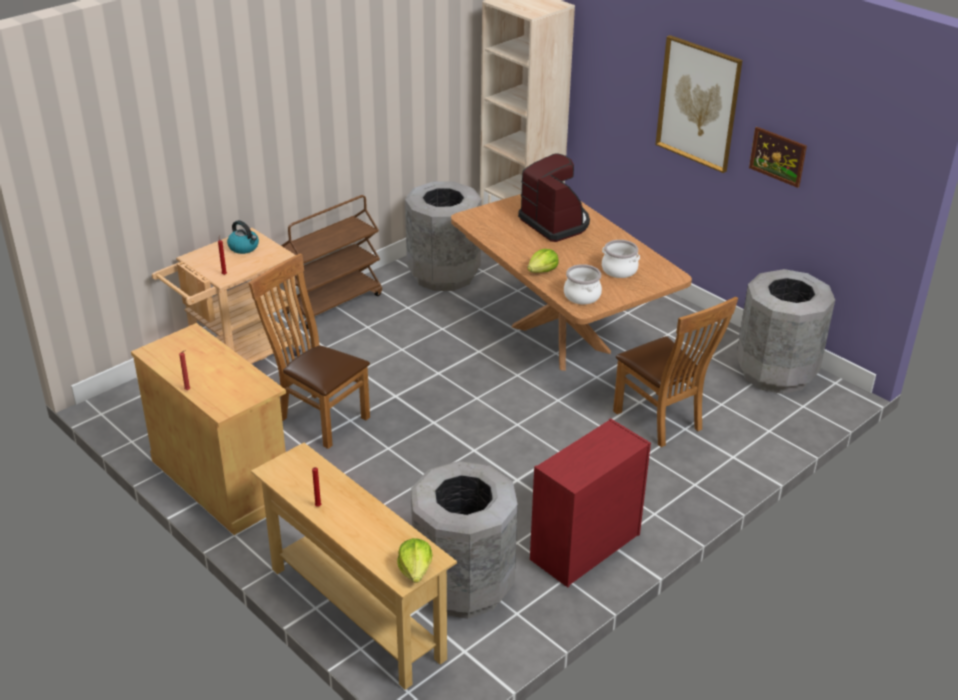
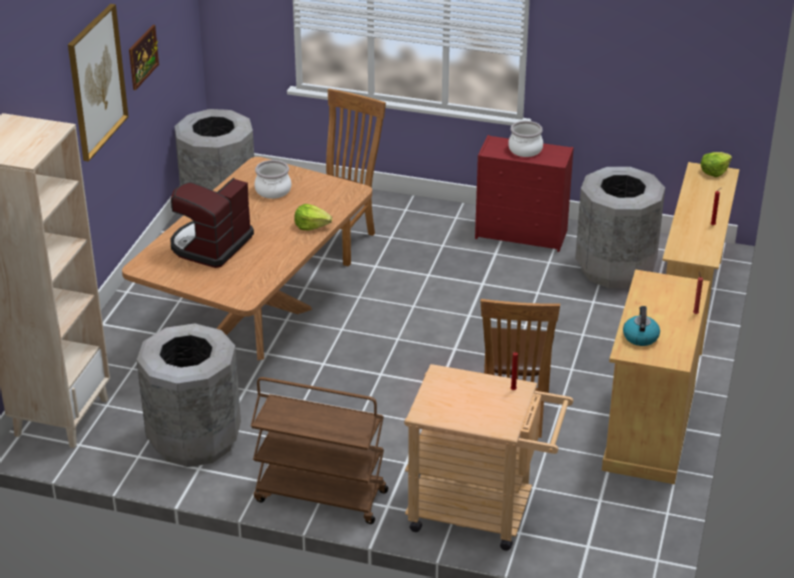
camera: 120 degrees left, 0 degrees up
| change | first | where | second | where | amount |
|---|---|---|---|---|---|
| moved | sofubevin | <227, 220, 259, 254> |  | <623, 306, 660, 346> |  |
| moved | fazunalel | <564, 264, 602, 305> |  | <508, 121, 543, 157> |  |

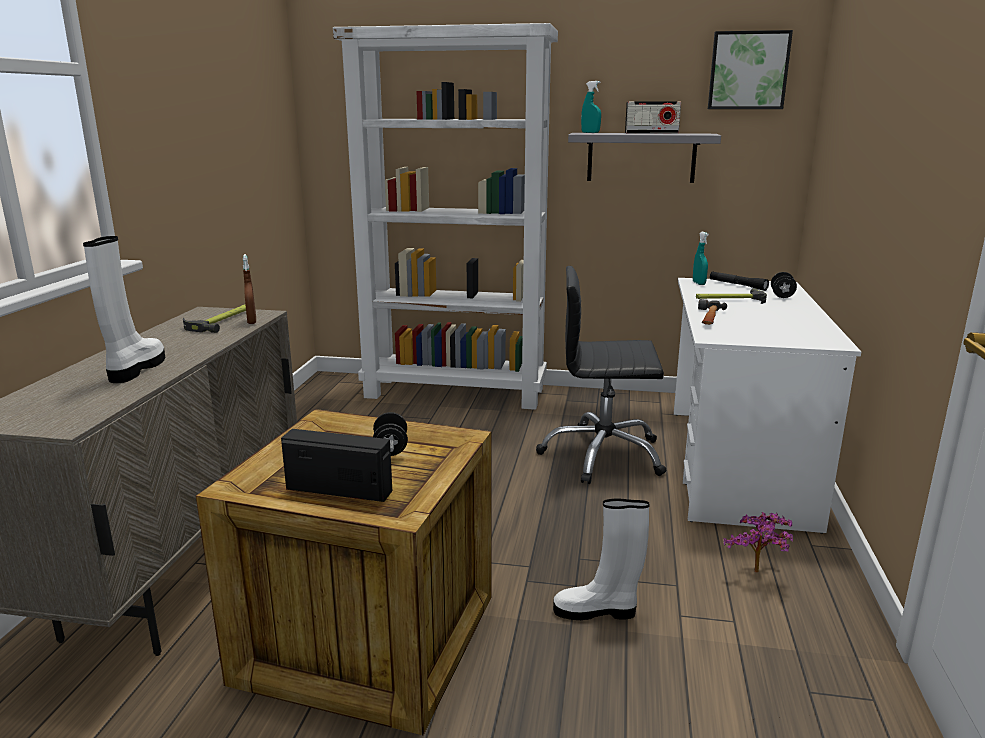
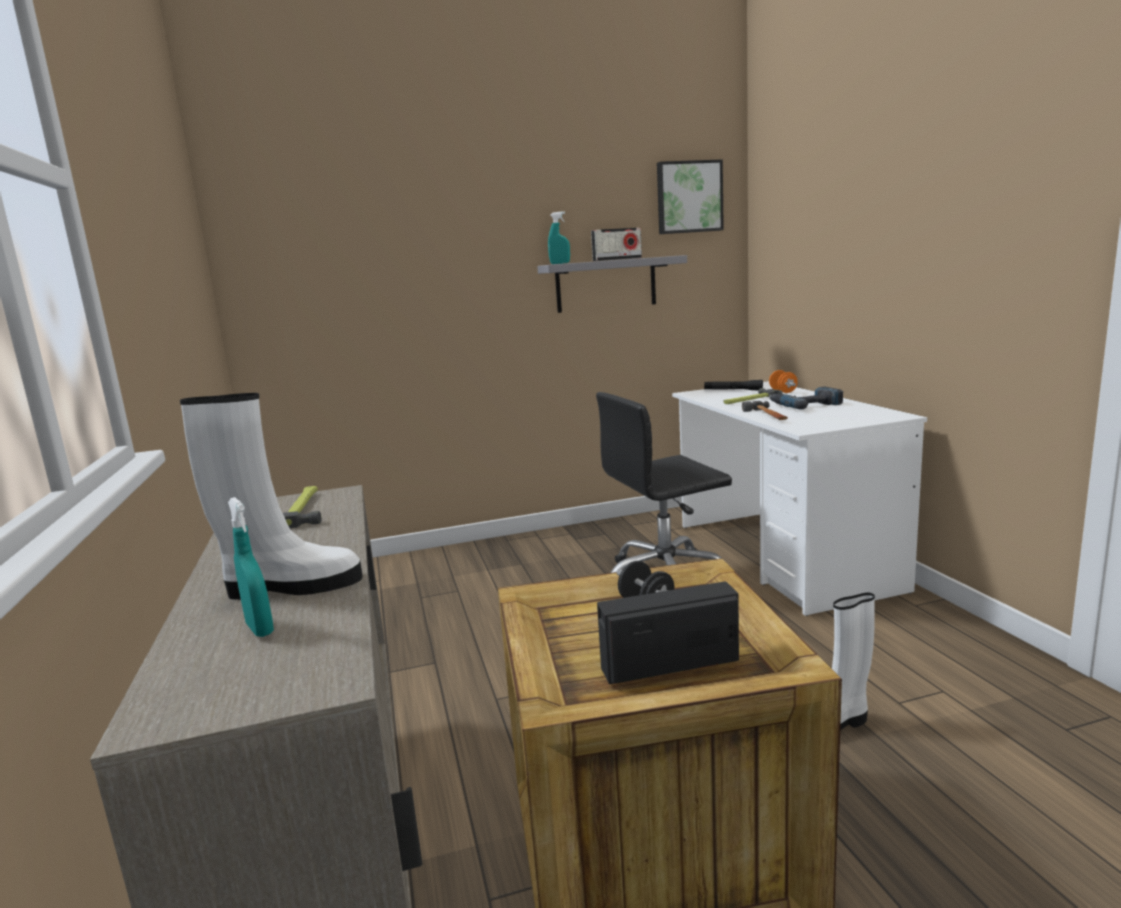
camera: 25 degrees left, 5 degrees down
| change | first | where | second | where | amount |
|---|---|---|---|---|---|
| removed | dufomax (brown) | <243, 254, 256, 324> |  |  |  |
| removed | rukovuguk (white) | <333, 23, 558, 410> |  |  |  |
| removed | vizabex | <723, 512, 793, 572> |  |  |  |
| added |  |  | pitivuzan | <769, 387, 843, 409> |  |
| moved | dufomax (turquoise) | <693, 232, 709, 285> |  | <228, 497, 274, 637> |  |
| recoloured | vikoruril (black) | <771, 272, 797, 298> | vikoruril (orange) | <769, 370, 798, 393> |  |
| turned | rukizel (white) | <83, 236, 165, 383> |  | <180, 393, 363, 600> | 105 degrees clockwise |

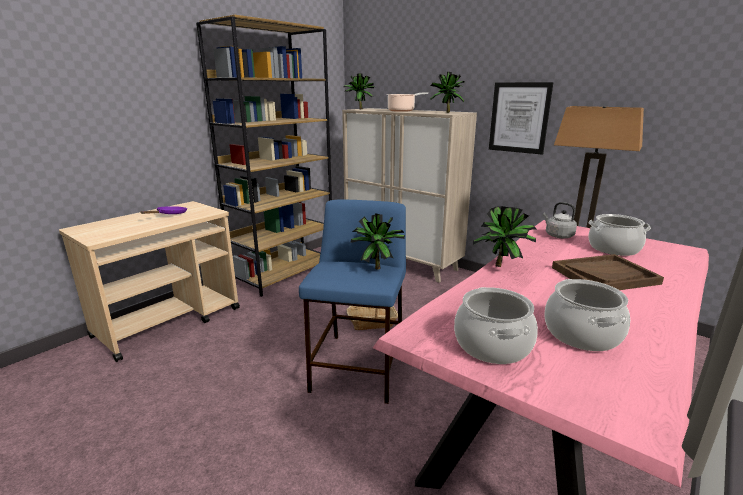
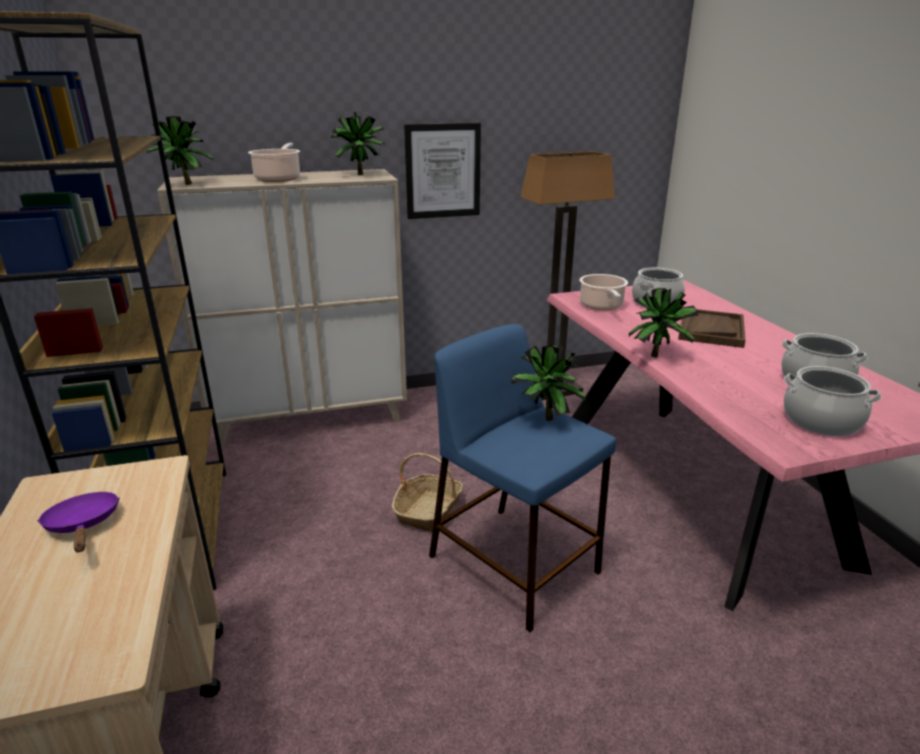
camera: 55 degrees left, 5 degrees up
| change | first | where | second | where | amount |
|---|---|---|---|---|---|
| replaced | sofubevin (grey) | <543, 202, 577, 238> | fazunalel | <579, 274, 628, 311> |  |

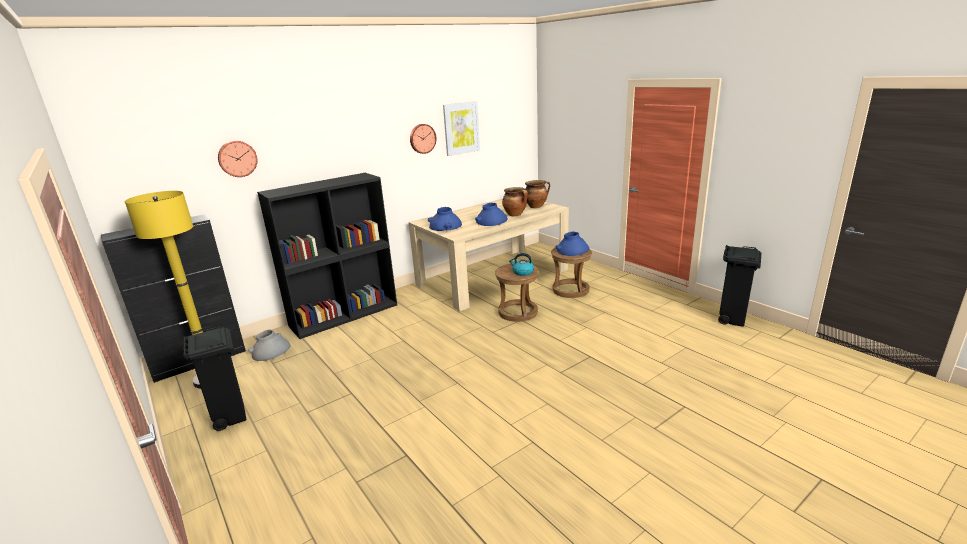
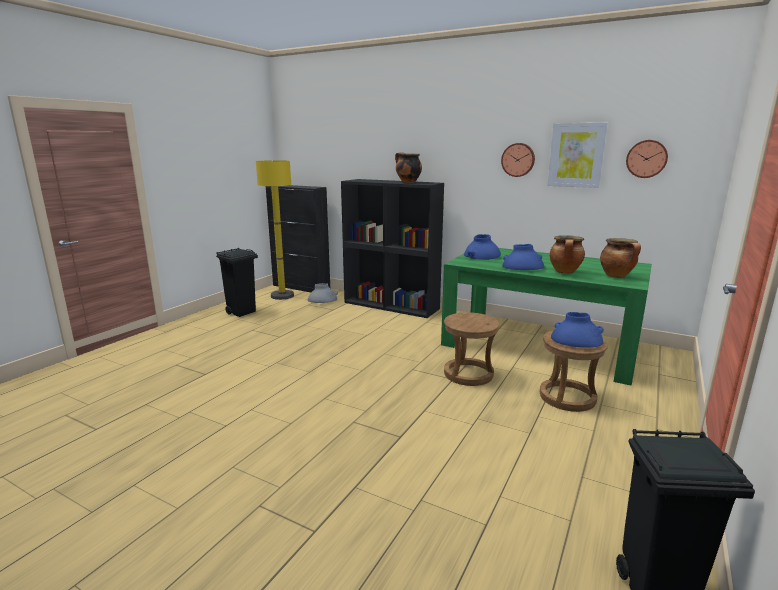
camera: 65 degrees right, 5 degrees down
| change | first | where | second | where | amount |
|---|---|---|---|---|---|
| removed | sofubevin | <509, 253, 534, 276> |  |  |  |
| added |  |  | fazunalel | <395, 152, 422, 183> |  |
| moved | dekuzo | <218, 141, 257, 177> |  | <626, 140, 668, 178> |  |
| recoloured | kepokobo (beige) | <408, 199, 569, 312> | kepokobo (green) | <441, 248, 652, 386> |  |

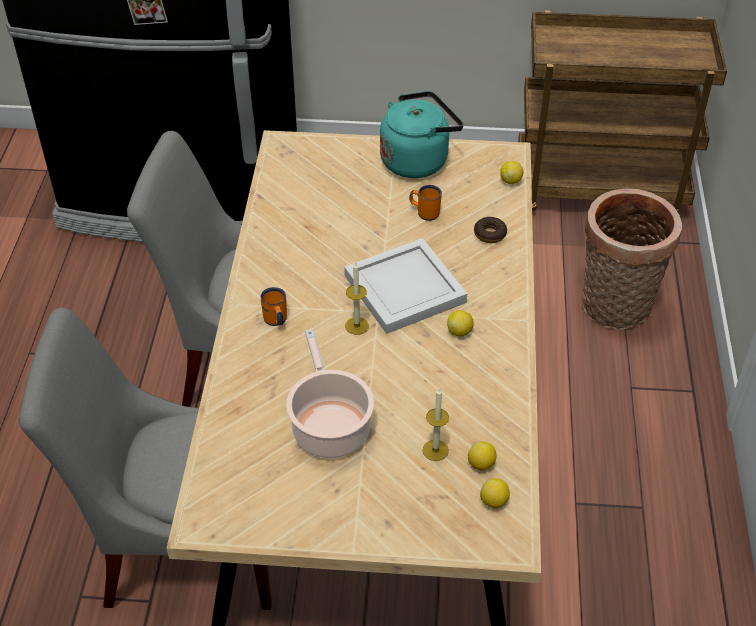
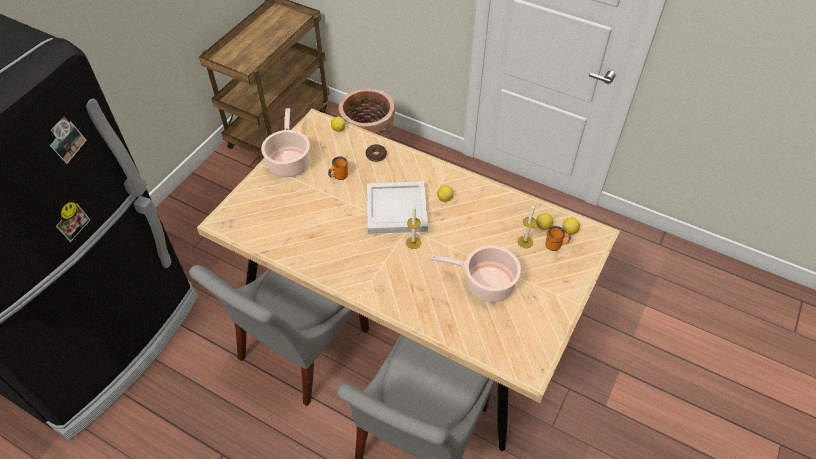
camera: 65 degrees left, 5 degrees up
| change | first | where | second | where | amount |
|---|---|---|---|---|---|
| moved | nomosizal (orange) | <260, 287, 287, 326> |  | <546, 226, 571, 251> |  |
| replaced | sofubevin (turquoise) | <380, 91, 463, 178> | fazunalel | <261, 108, 310, 177> |  |

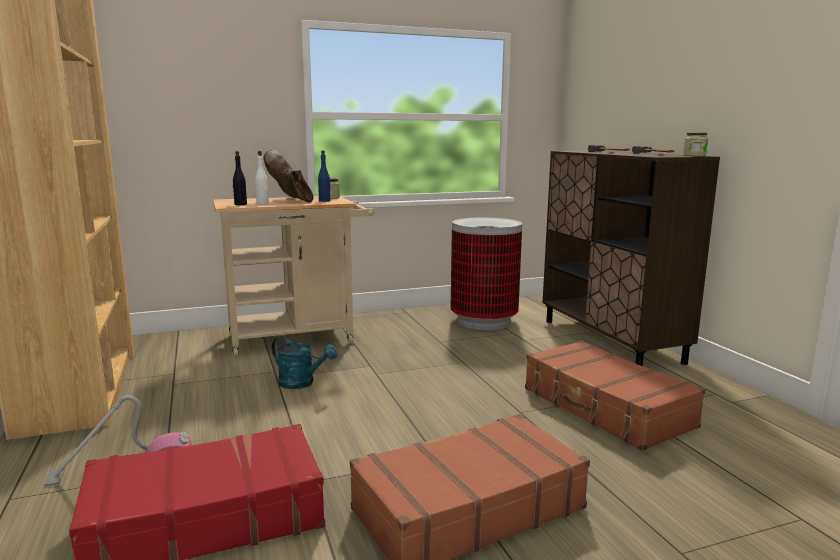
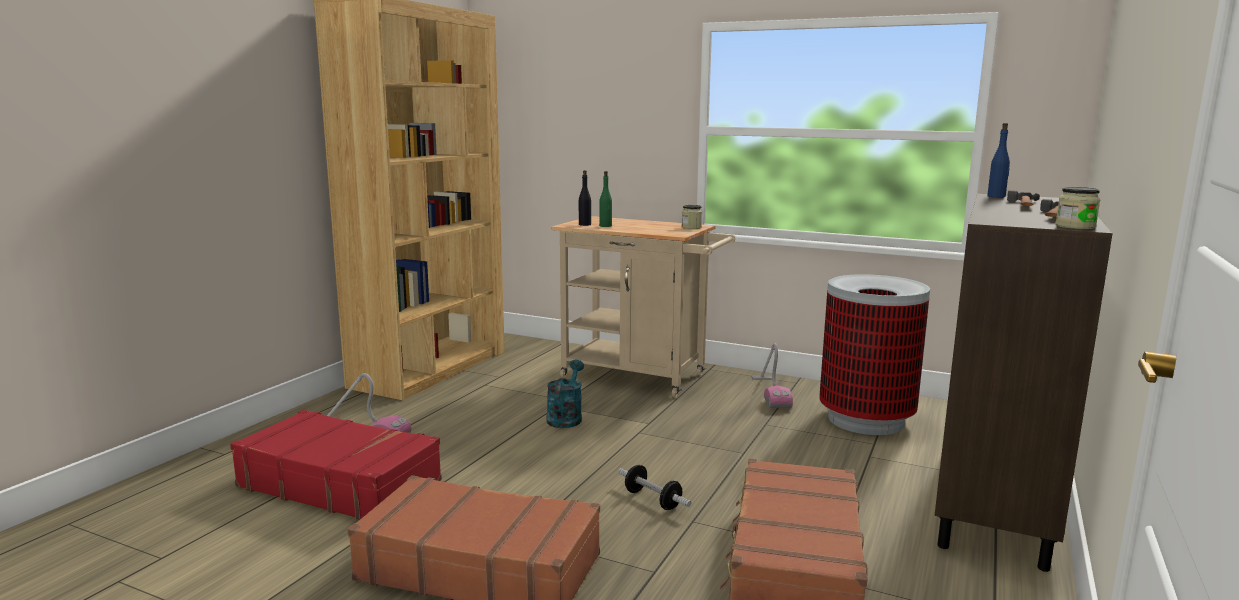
camera: 45 degrees right, 0 degrees up
| change | first | where | second | where | amount |
|---|---|---|---|---|---|
| removed | rukizel (brown) | <264, 150, 314, 203> |  |  |  |
| added |  |  | vikoruril | <618, 465, 691, 510> |  |
| added |  |  | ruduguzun | <752, 343, 793, 408> |  |
| moved | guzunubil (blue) | <318, 150, 330, 202> |  | <987, 123, 1010, 198> |  |
| recoloured | guzunubil (white) | <255, 151, 269, 204> | guzunubil (green) | <599, 171, 612, 227> |  |
| turned | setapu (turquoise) | <272, 336, 338, 389> |  | <546, 360, 584, 428> | 150 degrees counterclockwise |

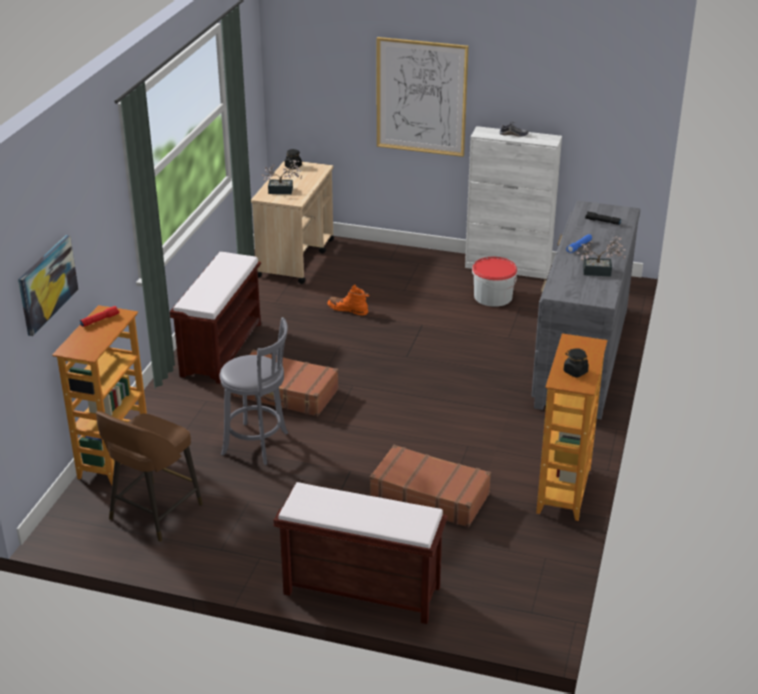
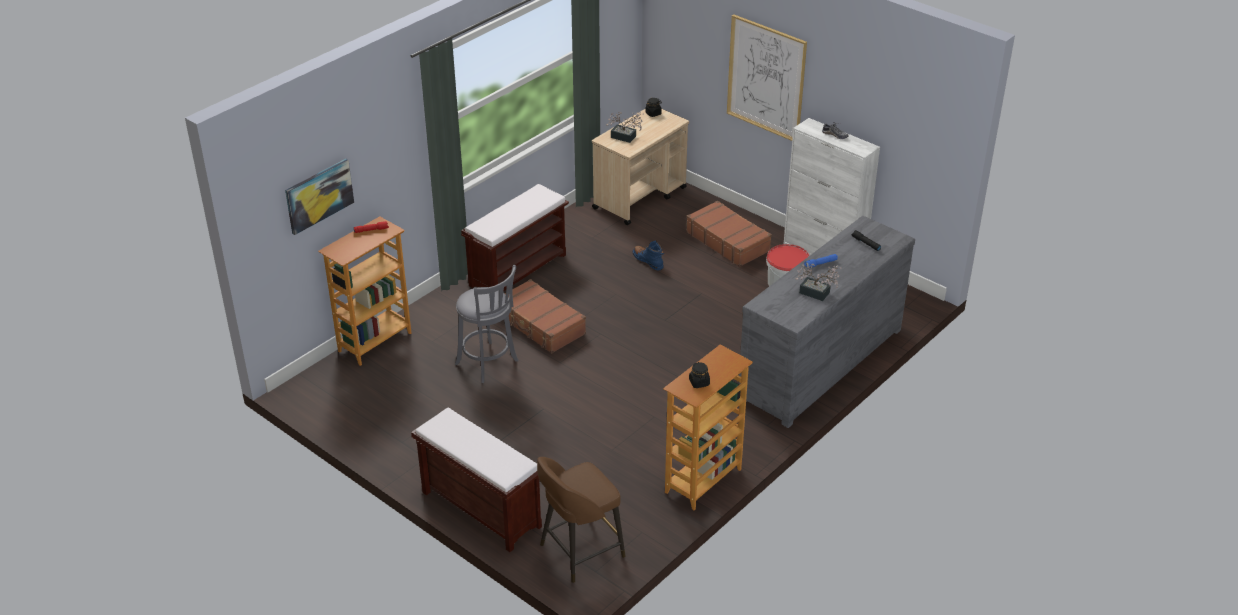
camera: 25 degrees right, 5 degrees up
| change | first | where | second | where | amount |
|---|---|---|---|---|---|
| moved | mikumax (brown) | <96, 411, 203, 542> |  | <537, 457, 625, 583> |  |
| moved | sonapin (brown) | <370, 445, 491, 528> |  | <686, 201, 772, 267> |  |
| recoloured | rukizel (orange) | <327, 284, 369, 316> | rukizel (blue) | <633, 240, 664, 271> |  |

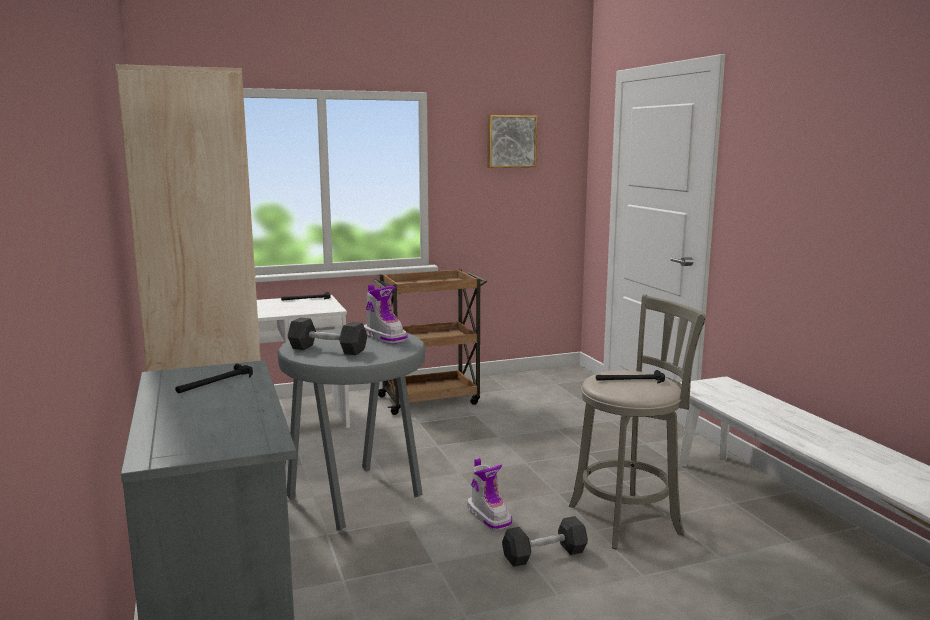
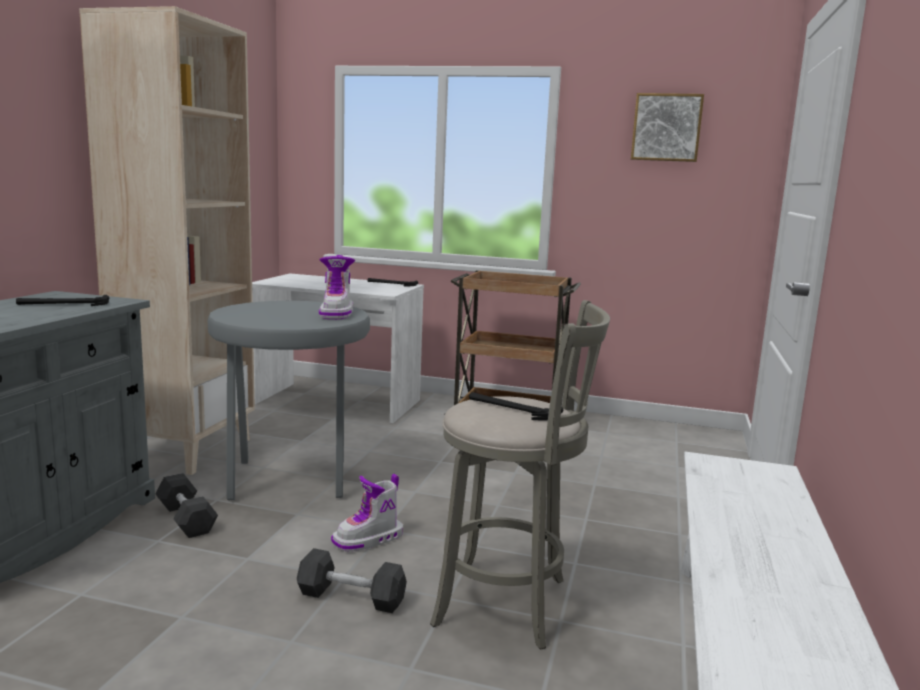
camera: 35 degrees right, 0 degrees up
| change | first | where | second | where | amount |
|---|---|---|---|---|---|
| moved | vikoruril (grey) | <288, 318, 367, 355> |  | <155, 473, 218, 538> |  |
| turned | rukizel | <467, 458, 512, 530> |  | <331, 474, 403, 552> | 45 degrees clockwise |

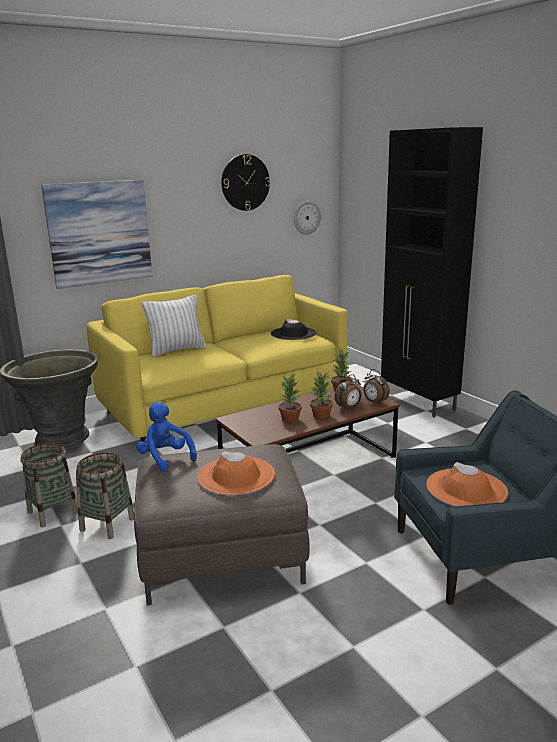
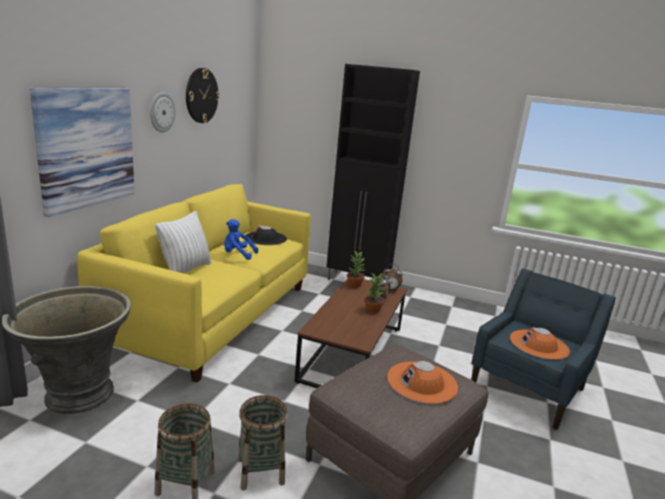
camera: 40 degrees left, 0 degrees up
| change | first | where | second | where | amount |
|---|---|---|---|---|---|
| removed | vizabex | <279, 373, 302, 422> |  |  |  |
| moved | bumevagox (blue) | <136, 402, 197, 472> |  | <224, 219, 258, 260> |  |
| moved | dekuzo | <294, 201, 321, 235> |  | <150, 92, 176, 132> |  |

